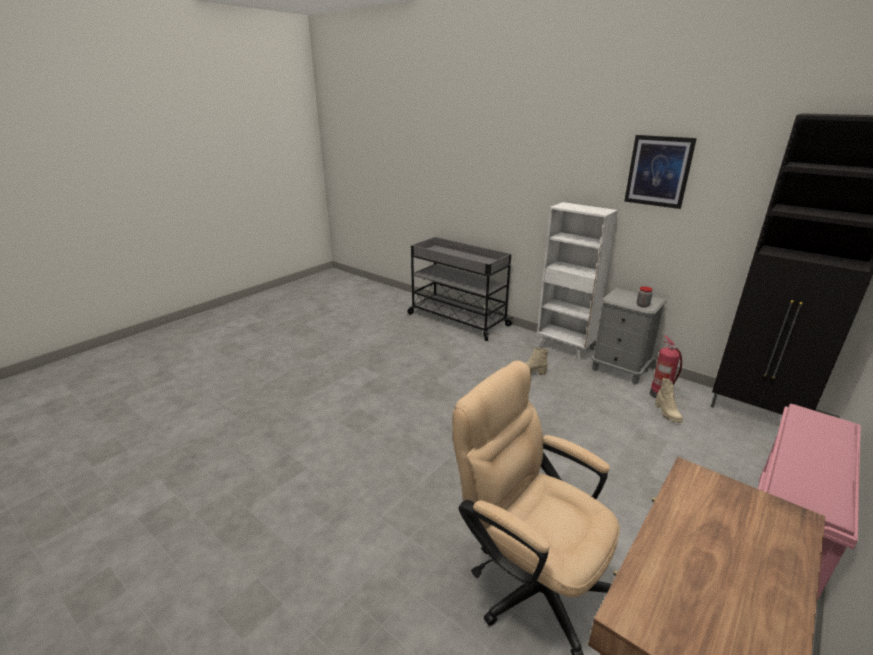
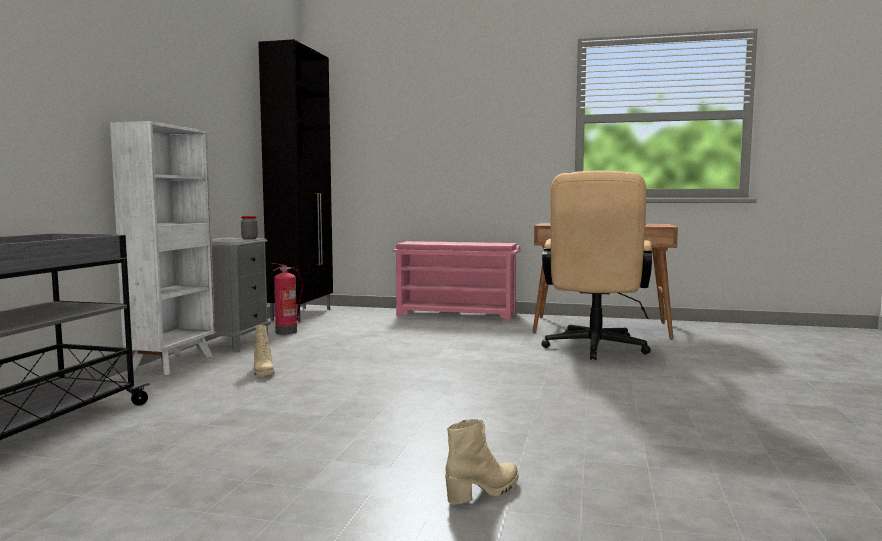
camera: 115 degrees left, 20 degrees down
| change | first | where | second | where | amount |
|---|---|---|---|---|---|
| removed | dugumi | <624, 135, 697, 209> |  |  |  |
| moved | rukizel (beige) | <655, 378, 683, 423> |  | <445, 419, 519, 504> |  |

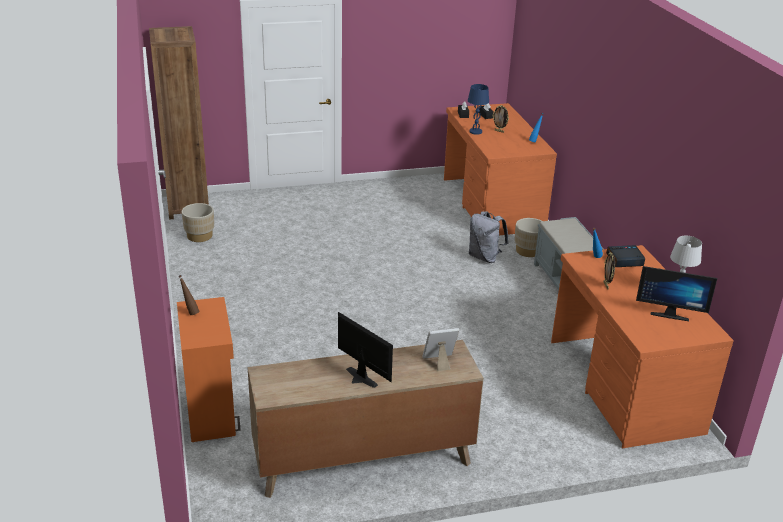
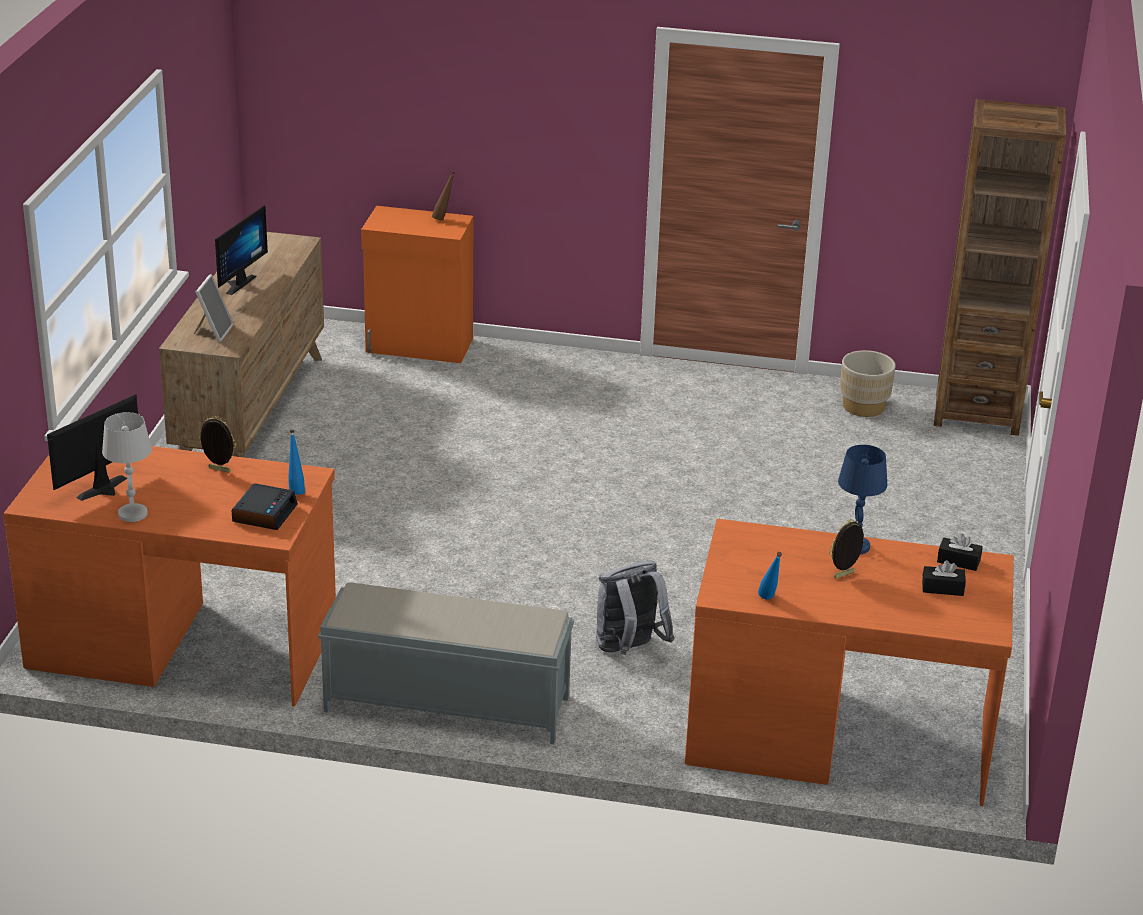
camera: 115 degrees right, 0 degrees up
| change | first | where | second | where | amount |
|---|---|---|---|---|---|
| removed | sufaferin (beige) | <514, 218, 542, 257> |  |  |  |
| turned | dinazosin | <338, 312, 393, 388> |  | <215, 205, 268, 295> | 45 degrees counterclockwise |

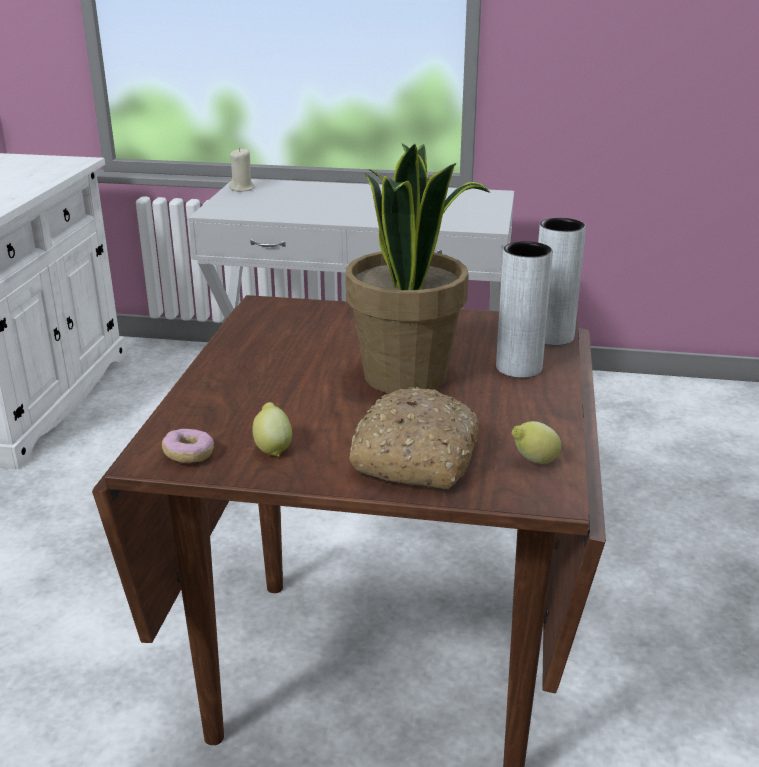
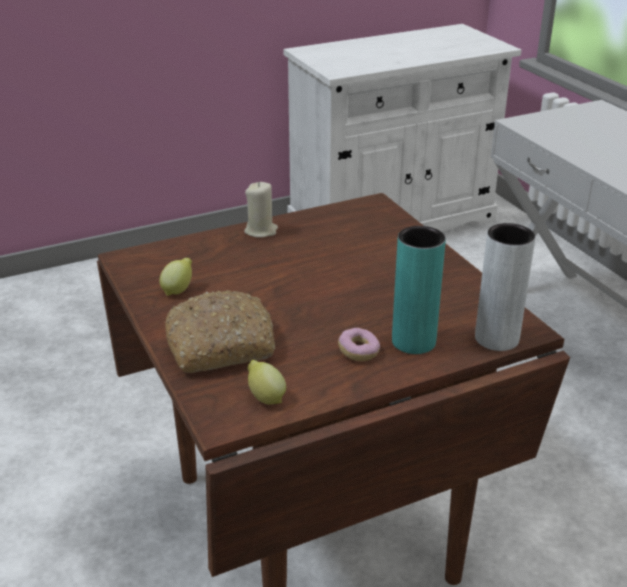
camera: 55 degrees right, 5 degrees up
| change | first | where | second | where | amount |
|---|---|---|---|---|---|
| removed | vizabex | <346, 143, 490, 394> |  |  |  |
| moved | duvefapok | <162, 429, 214, 463> |  | <338, 328, 380, 361> |  |
| moved | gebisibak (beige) | <229, 148, 255, 192> |  | <244, 182, 278, 238> |  |
| recoloured | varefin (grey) | <496, 241, 553, 378> | varefin (turquoise) | <392, 226, 446, 354> |  |

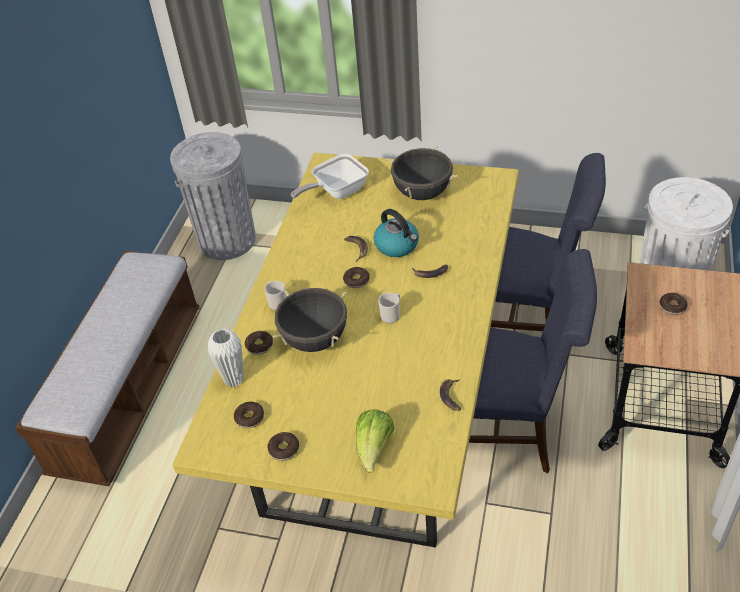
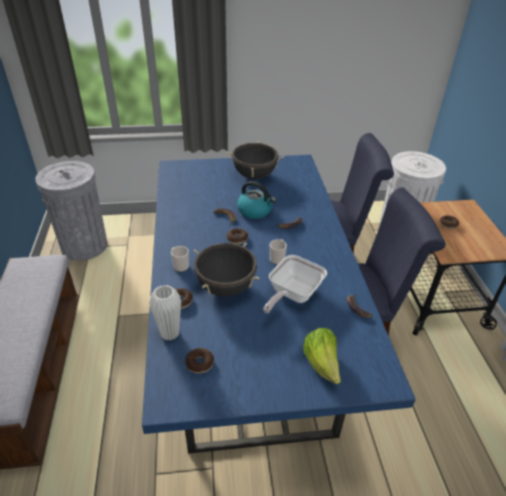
camera: 25 degrees left, 5 degrees down
| change | first | where | second | where | amount |
|---|---|---|---|---|---|
| removed | duvefapok | <268, 432, 299, 461> |  |  |  |
| moved | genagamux | <291, 154, 369, 199> |  | <263, 255, 327, 313> |  |
| recoloured | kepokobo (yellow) | <173, 153, 519, 547> | kepokobo (blue) | <142, 155, 416, 454> |  |

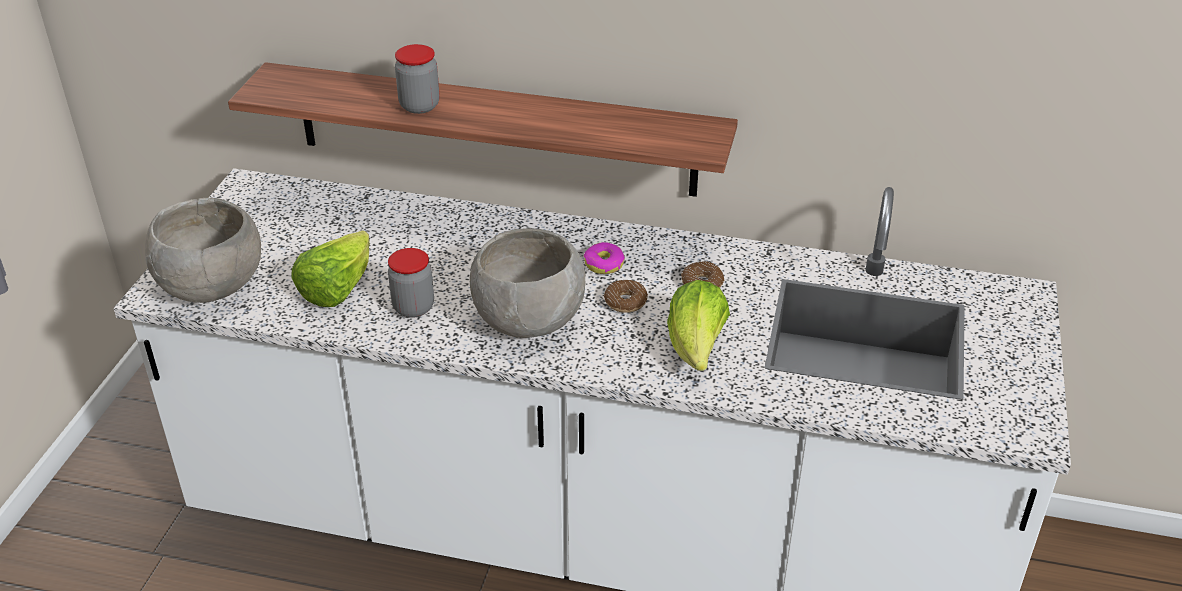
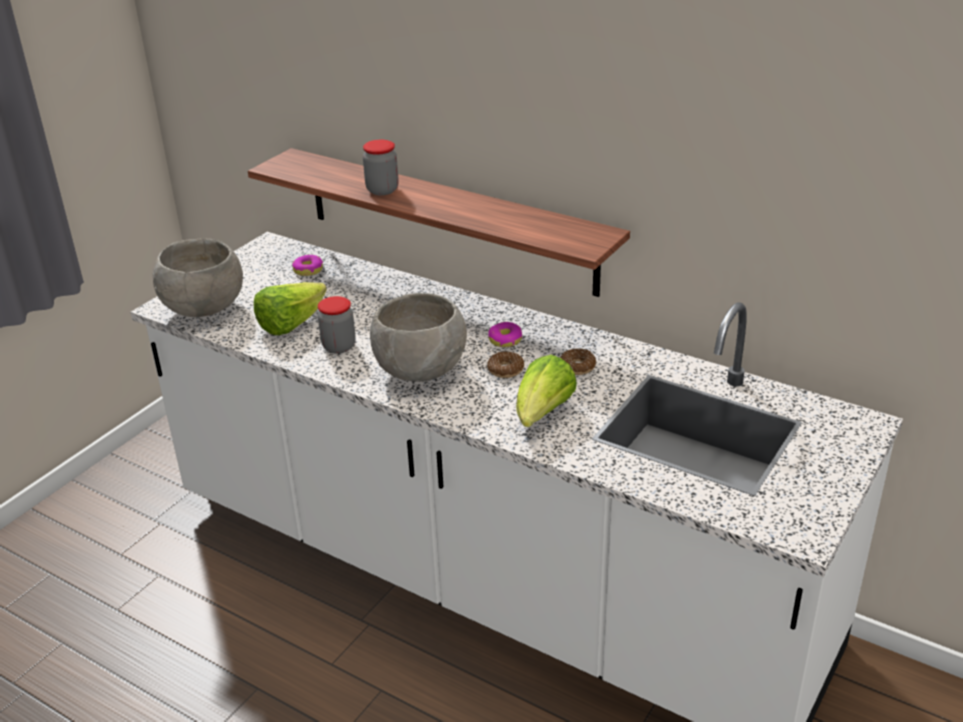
camera: 20 degrees right, 5 degrees down
| change | first | where | second | where | amount |
|---|---|---|---|---|---|
| added |  |  | duvefapok | <292, 255, 323, 276> |  |

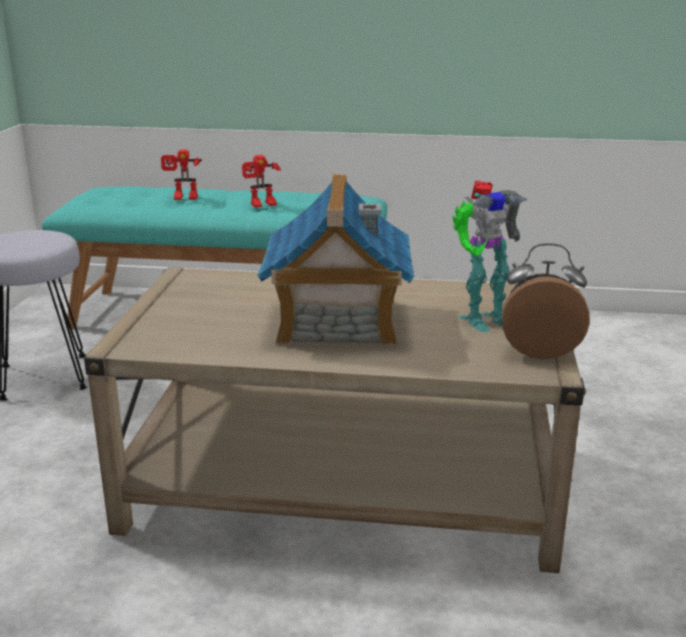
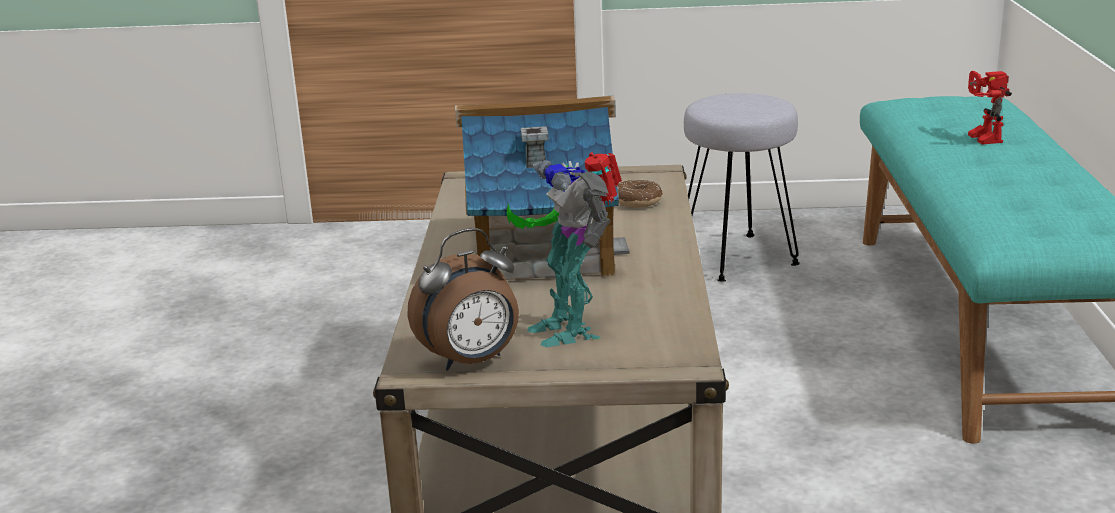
camera: 85 degrees right, 0 degrees up
| change | first | where | second | where | amount |
|---|---|---|---|---|---|
| removed | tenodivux | <242, 155, 281, 208> |  |  |  |
| added |  |  | duvefapok | <617, 180, 663, 208> |  |
| turned | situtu | <502, 243, 590, 359> |  | <407, 228, 519, 371> | 60 degrees clockwise |

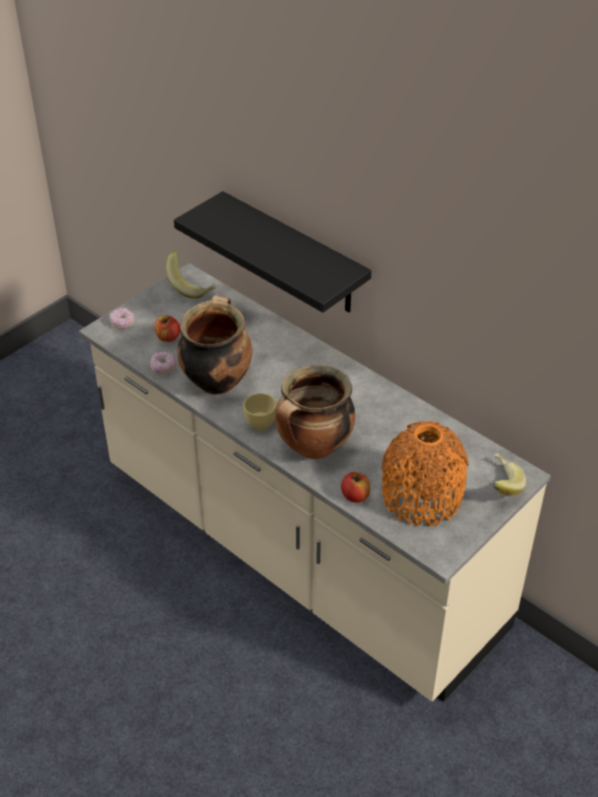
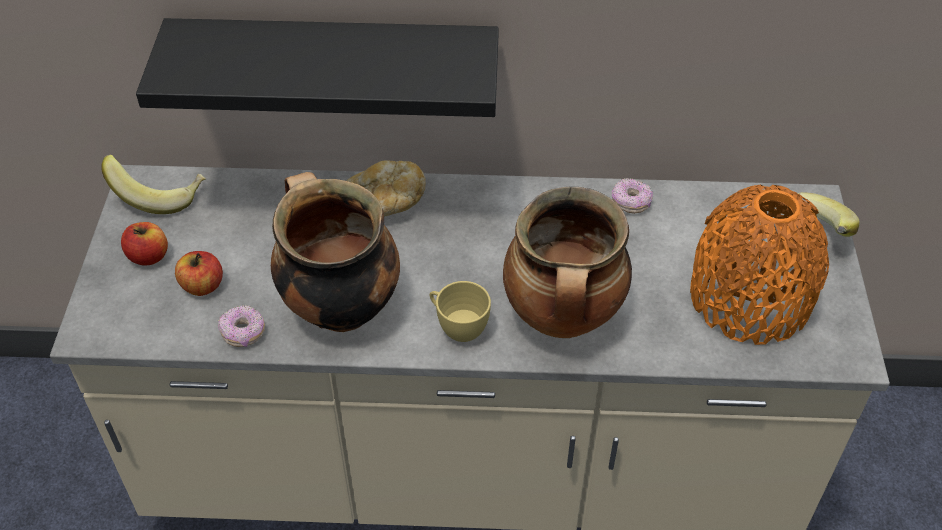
camera: 40 degrees left, 5 degrees up
| change | first | where | second | where | amount |
|---|---|---|---|---|---|
| added |  |  | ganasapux | <347, 160, 426, 217> |  |
| moved | duvefapok | <109, 308, 135, 329> |  | <612, 178, 653, 214> |  |
| moved | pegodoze | <341, 472, 370, 503> |  | <121, 222, 168, 266> |  |

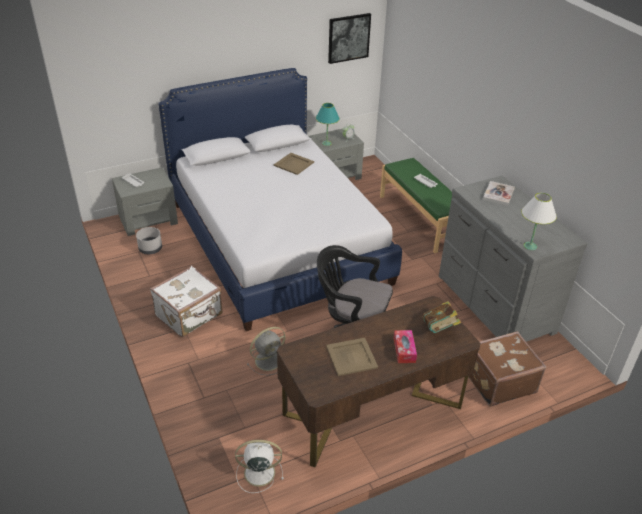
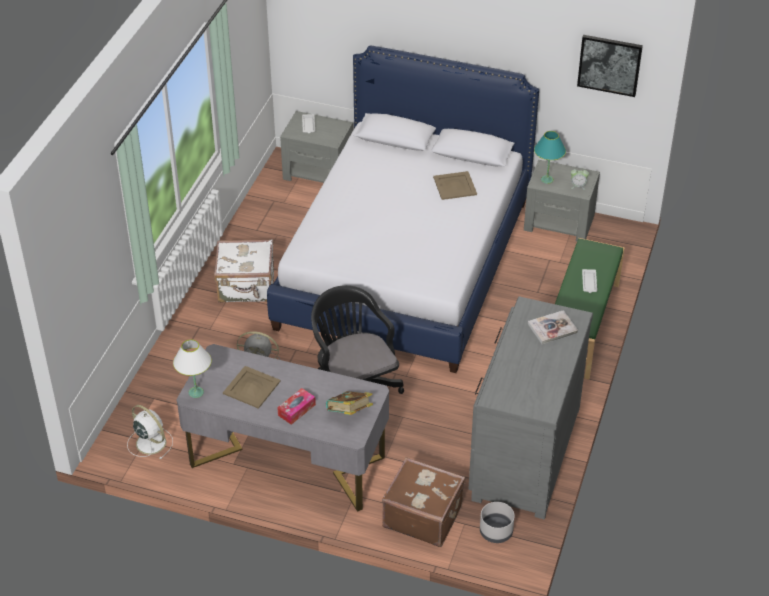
camera: 45 degrees right, 5 degrees up
| change | first | where | second | where | amount |
|---|---|---|---|---|---|
| moved | sufaferin (grey) | <136, 227, 162, 254> |  | <480, 502, 515, 543> |  |
| moved | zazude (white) | <521, 193, 557, 250> |  | <173, 340, 211, 398> |  |
| recoloured | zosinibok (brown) | <277, 296, 480, 467> | zosinibok (grey) | <176, 344, 389, 512> |  |

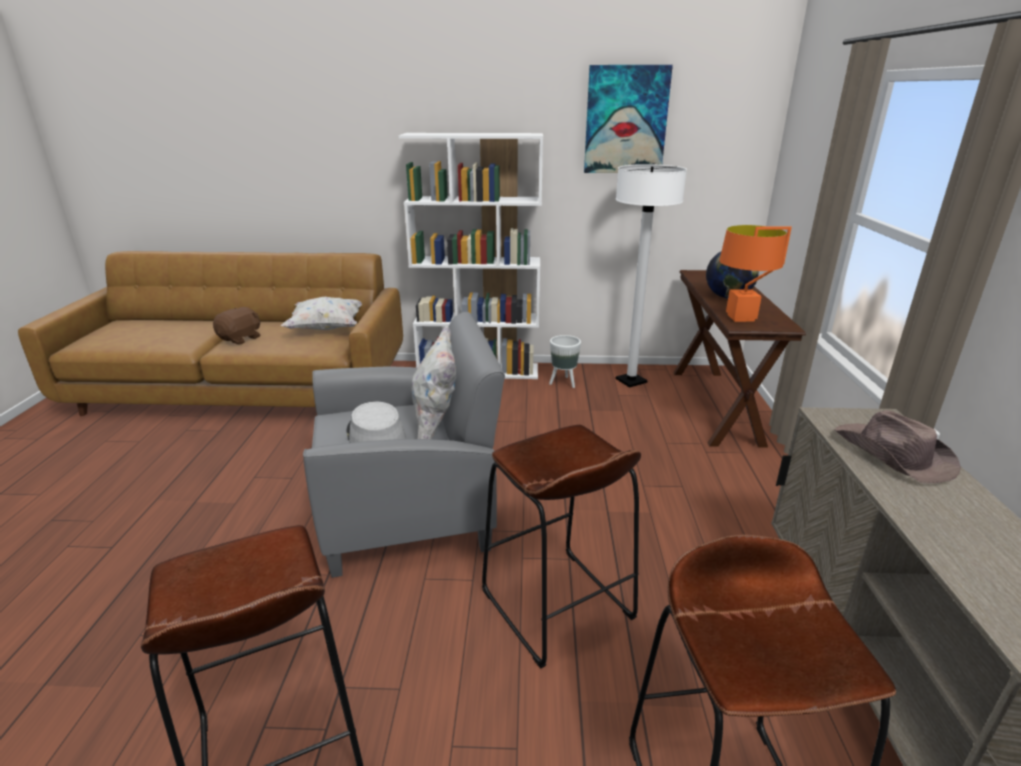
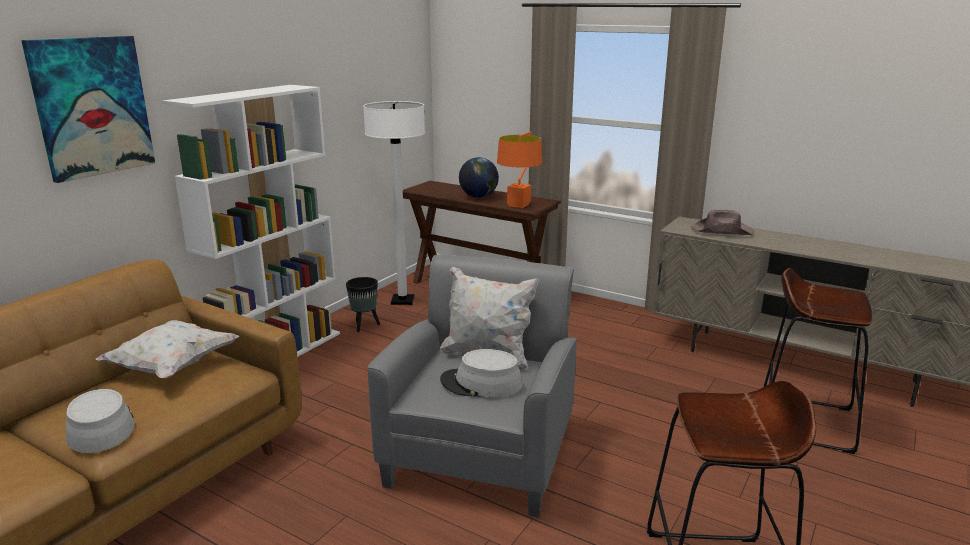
camera: 60 degrees left, 5 degrees down
| change | first | where | second | where | amount |
|---|---|---|---|---|---|
| removed | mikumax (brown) | <482, 425, 641, 669> |  |  |  |
| moved | dugumi | <584, 65, 673, 173> |  | <21, 36, 155, 183> |  |
| replaced | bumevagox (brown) | <213, 307, 260, 345> | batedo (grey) | <66, 389, 135, 453> |  |
| recoloured | sufaferin (white) | <549, 335, 581, 388> | sufaferin (black) | <346, 277, 380, 332> |  |

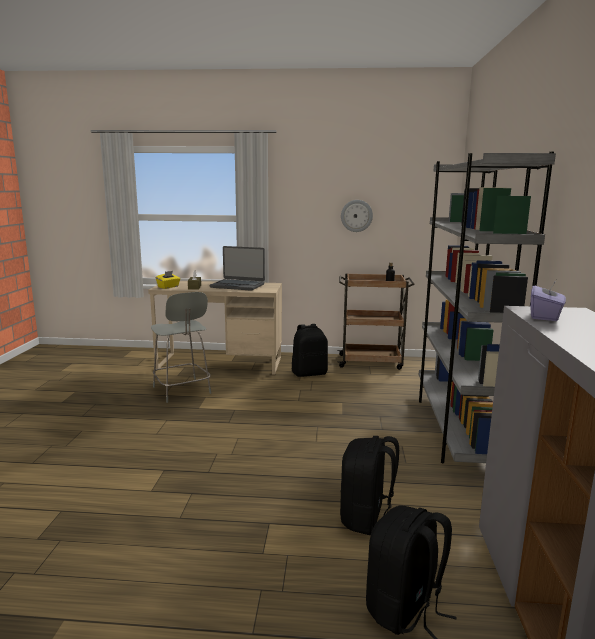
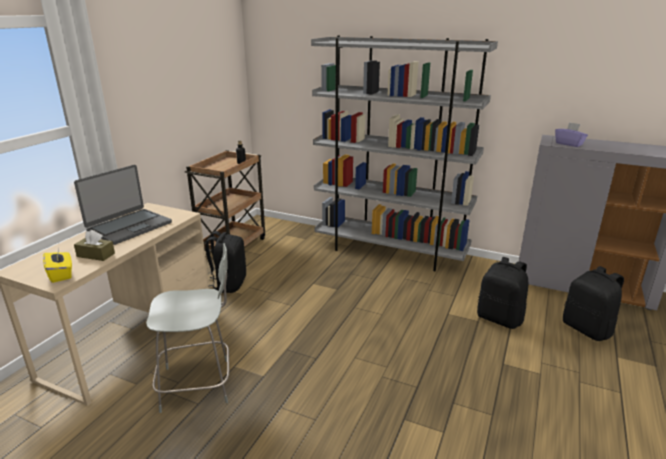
camera: 70 degrees left, 10 degrees up
| change | first | where | second | where | amount |
|---|---|---|---|---|---|
| removed | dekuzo | <341, 200, 373, 232> |  |  |  |

